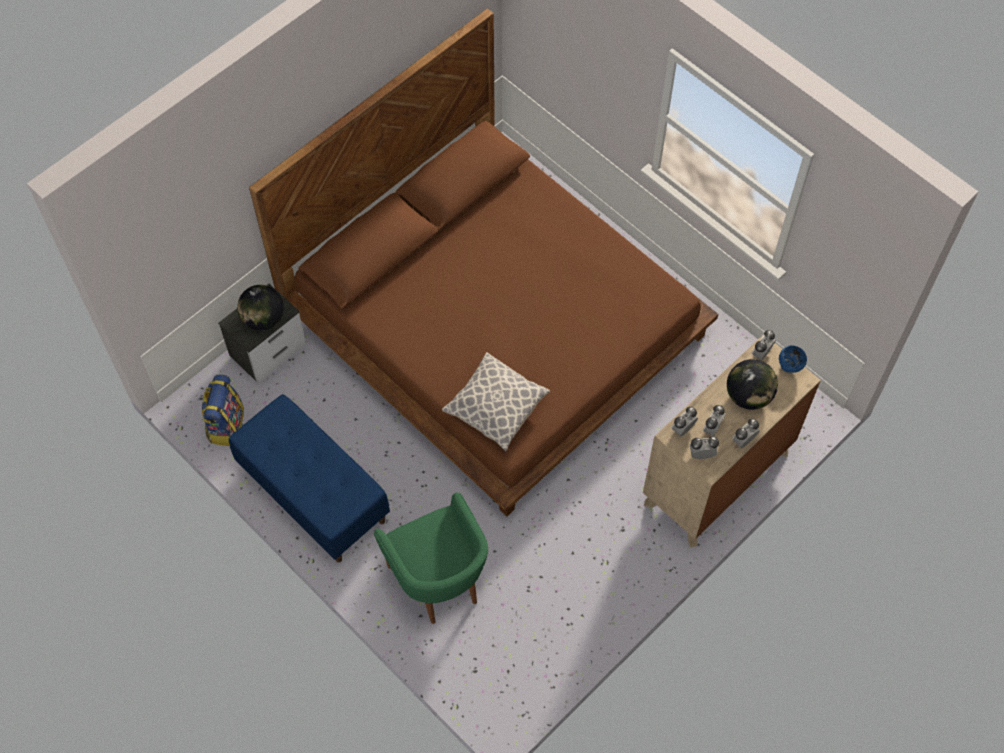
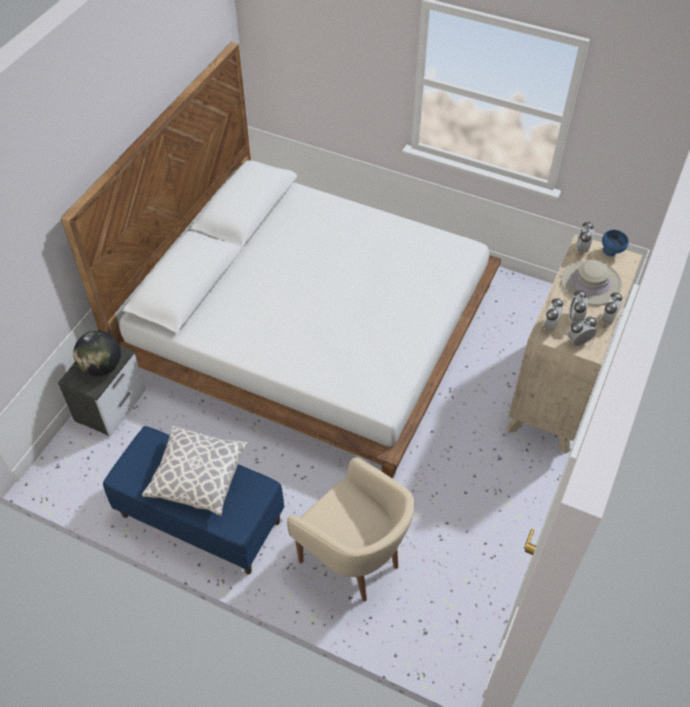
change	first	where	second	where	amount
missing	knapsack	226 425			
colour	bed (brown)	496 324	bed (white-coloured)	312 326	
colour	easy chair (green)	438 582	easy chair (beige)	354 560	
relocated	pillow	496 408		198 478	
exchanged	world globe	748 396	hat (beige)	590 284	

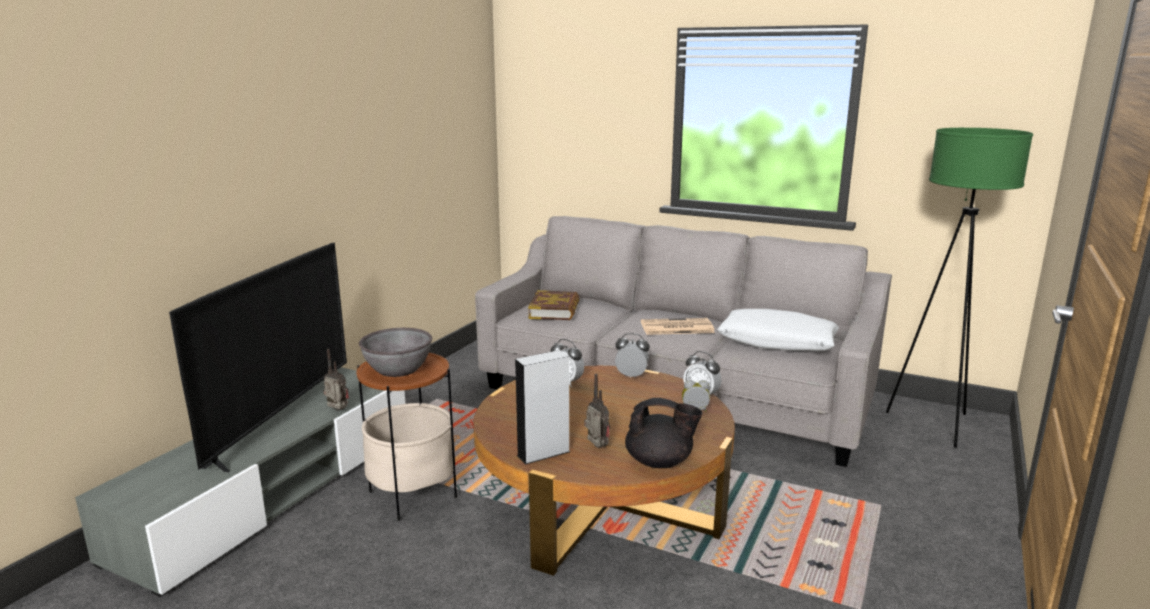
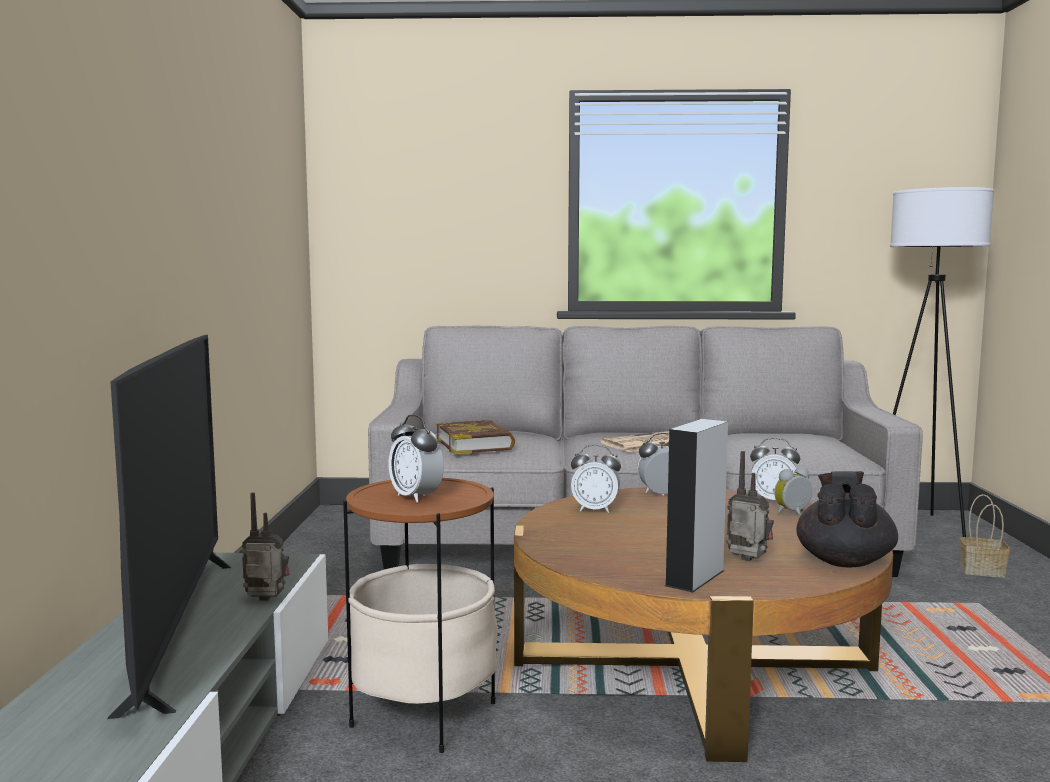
change	first	where	second	where	amount
exchanged	serving bowl (greyish)	398 369	alarm clock	416 497	
spun	teapot (blackish)	660 462		844 561	60 degrees counterclockwise
missing	pillow (white-coloured)	777 342			
colour	standard lamp (green)	935 424	standard lamp (white-coloured)	920 527	
appeared			storage basket	980 571	

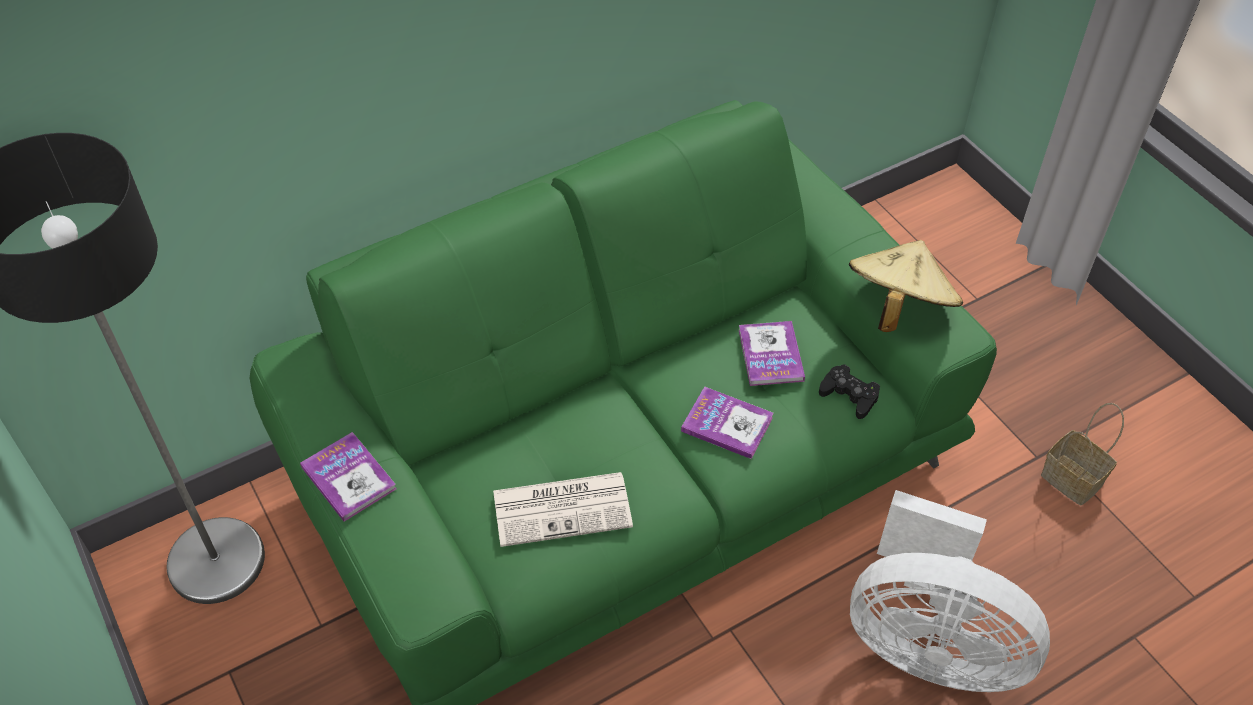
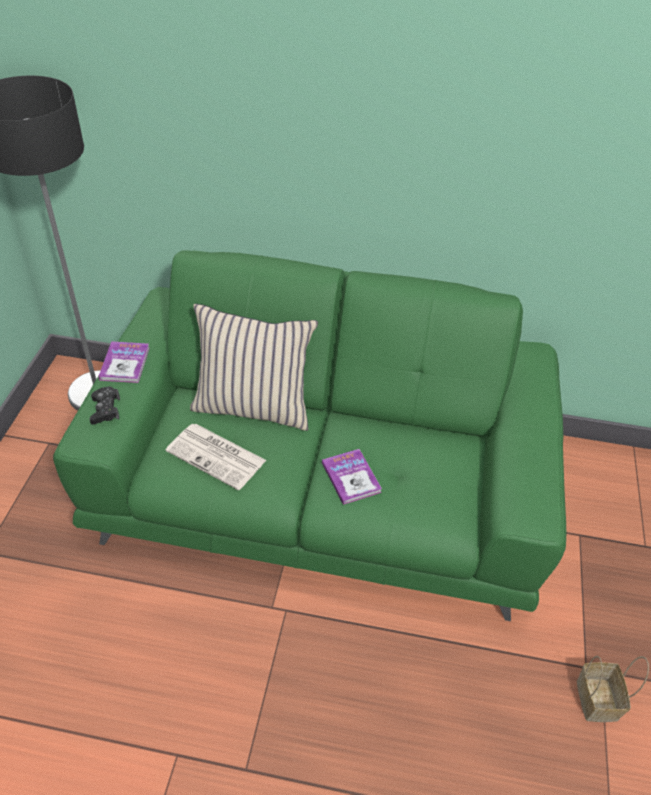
change	first	where	second	where	amount
missing	bound book	770 355			
relocated	game controller (blackish)	849 395		105 409	
missing	hat (beige)	898 307			
missing	cooling fan (white-coloured)	928 644			
appeared			pillow (beige)	253 406	

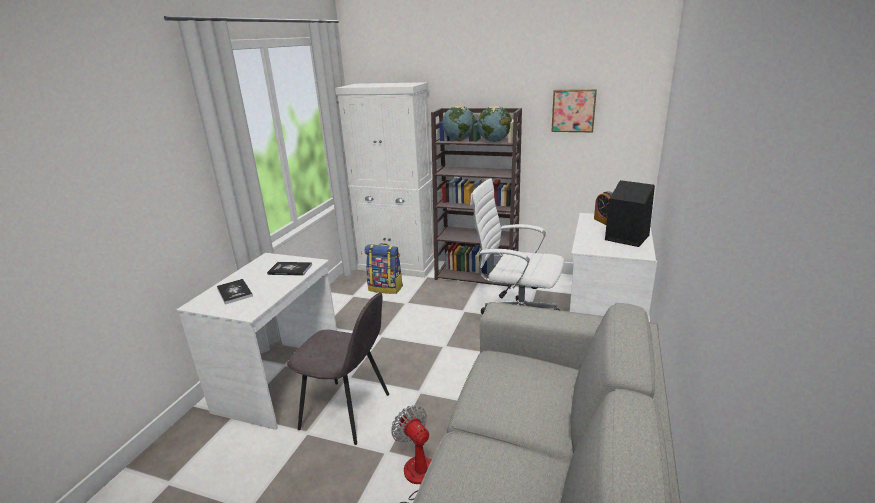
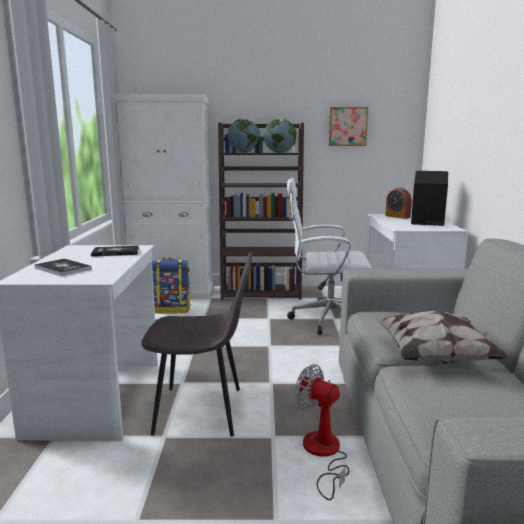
change	first	where	second	where	amount
appeared			pillow	435 357	

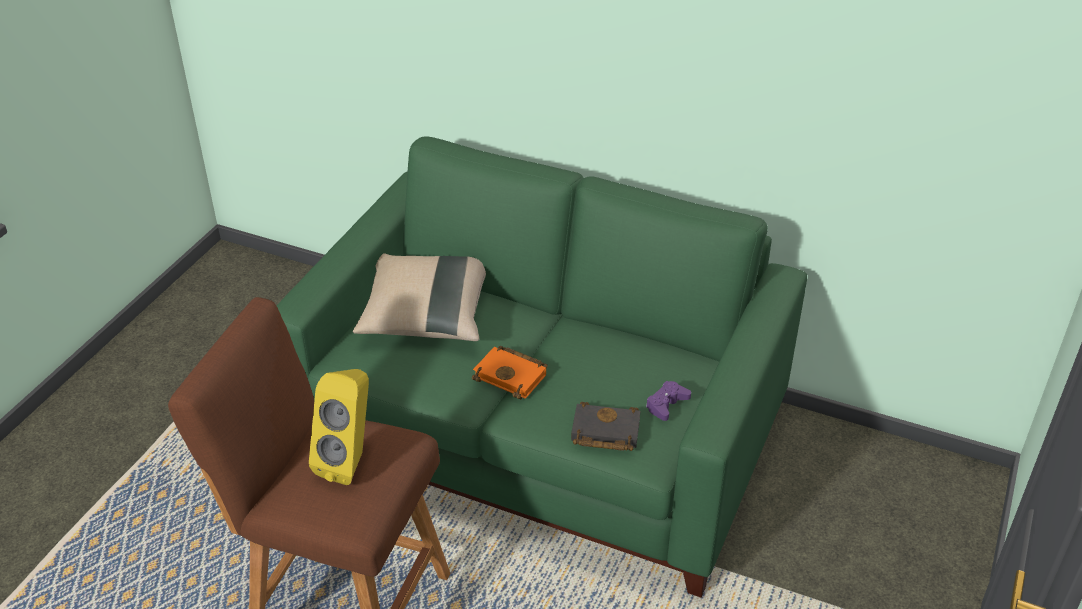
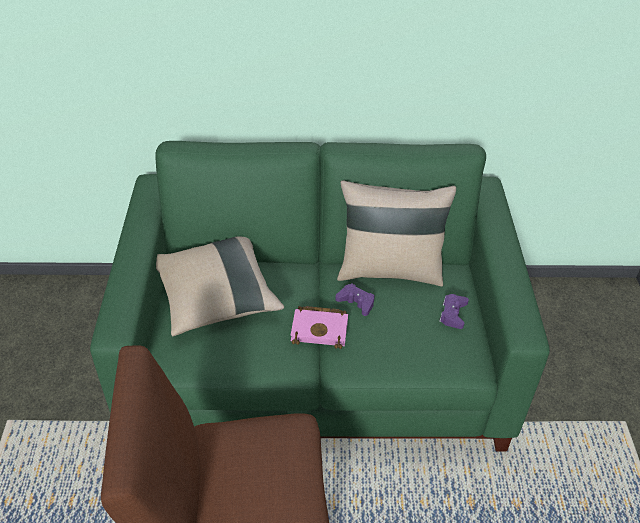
change	first	where	second	where	amount
missing	loudspeaker (yellow-coloured)	350 462			
colour	bound book (orange)	513 376	bound book (pink-coloured)	321 329	
missing	bound book (blackish)	603 433			
appeared			game controller (purple-coloured)	356 302	
appeared			pillow (beige)	390 269	

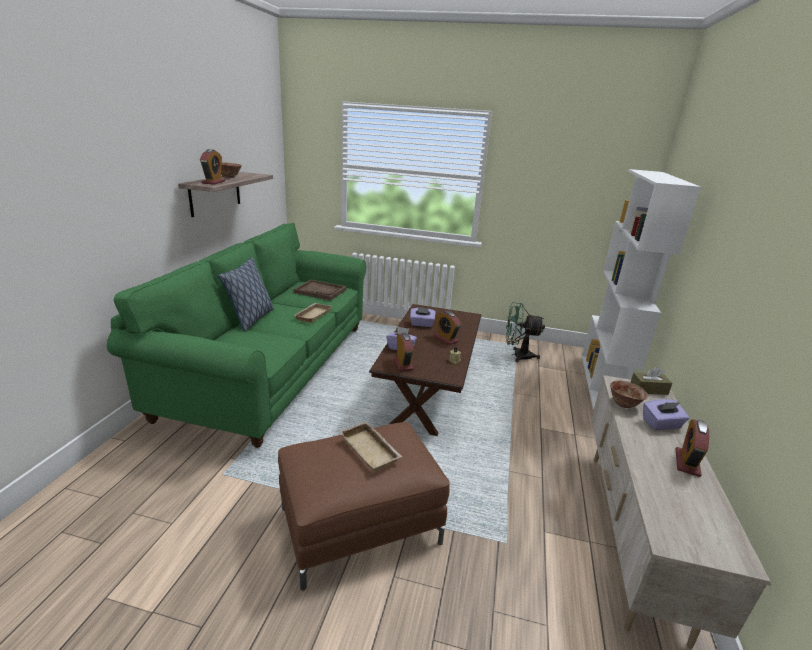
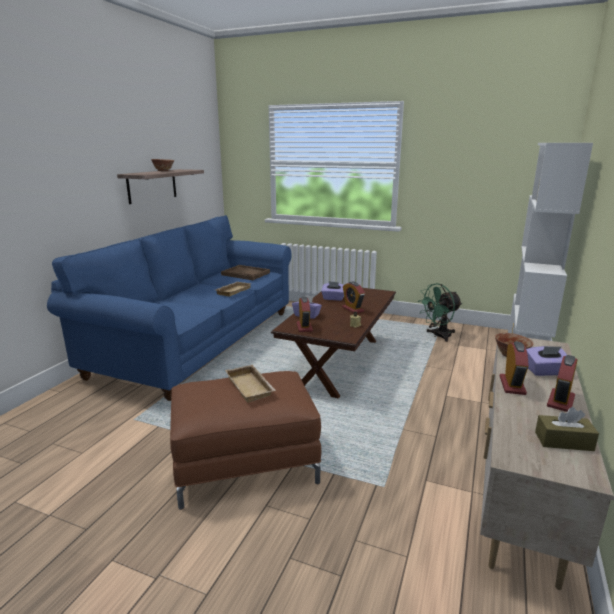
change	first	where	second	where	amount
colour	settee (green)	273 368	settee (blue-coloured)	199 342	
relocated	alarm clock	213 182		512 385	
missing	pillow	251 319			
spun	cooling fan (green)	517 355		438 336	45 degrees counterclockwise
relocated	box of tissues (brown)	648 389		563 441	

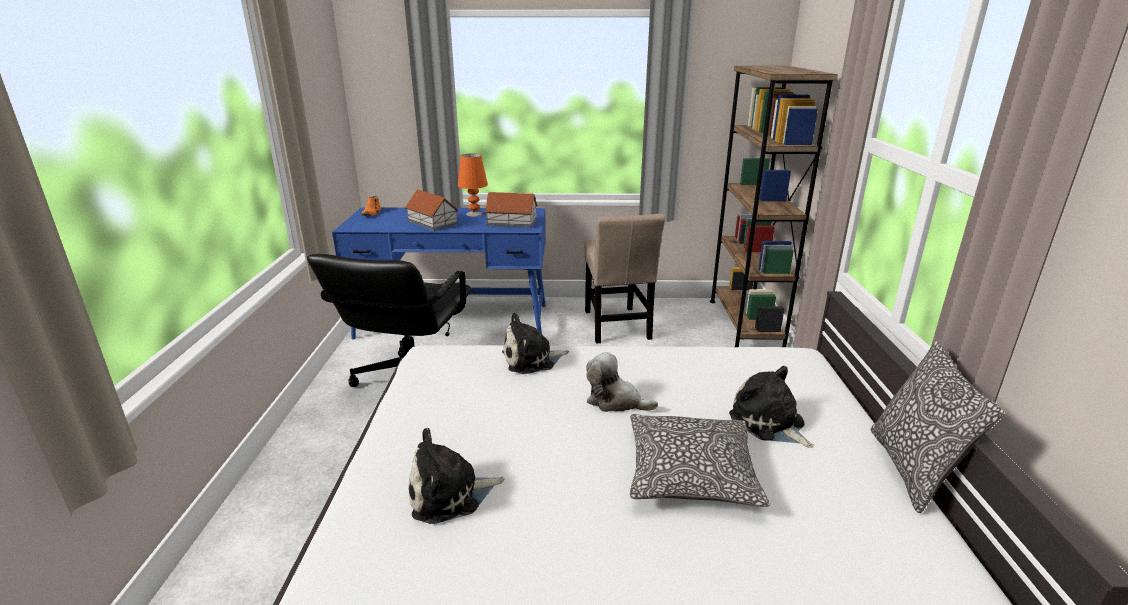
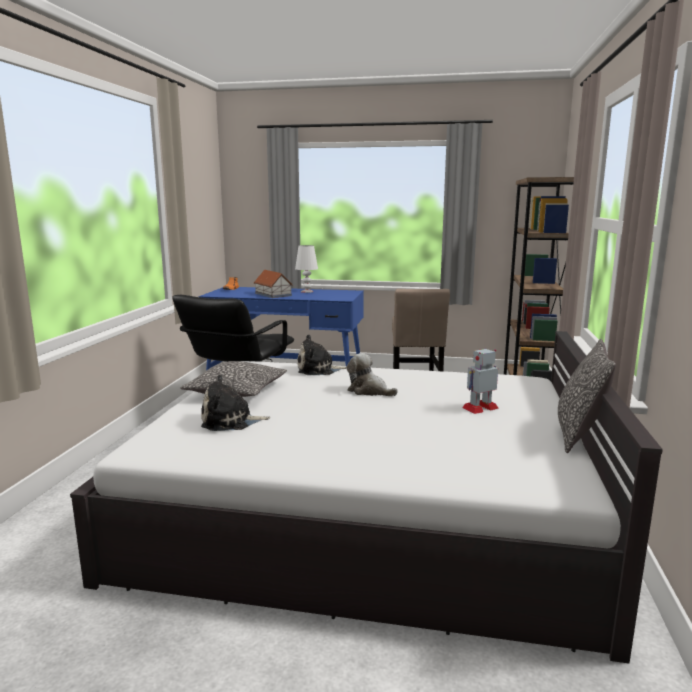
change	first	where	second	where	amount
colour	lamp for a table (orange)	474 214	lamp for a table (white-coloured)	307 291	
missing	miniature house	512 223			
relocated	pillow	690 473		236 391	
exchanged	cuddly toy	769 423	model robot	480 408	

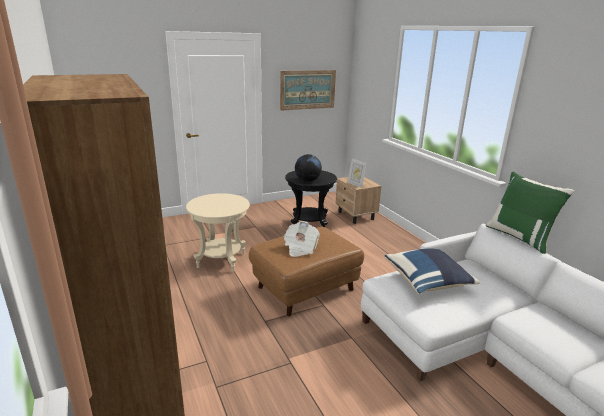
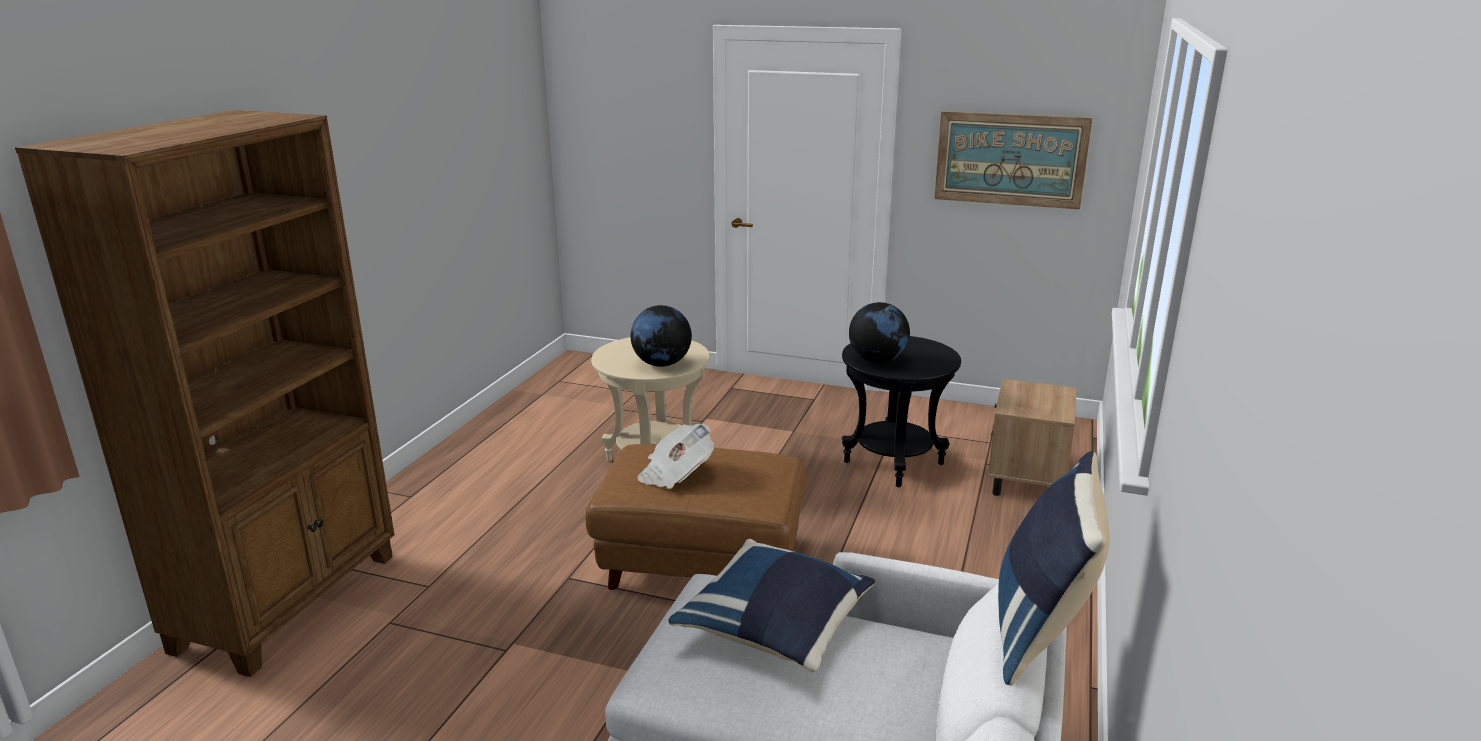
change	first	where	second	where	amount
missing	photo frame	355 184			
colour	pillow (green)	520 237	pillow (blue-coloured)	1042 631	
appeared			world globe	662 364	

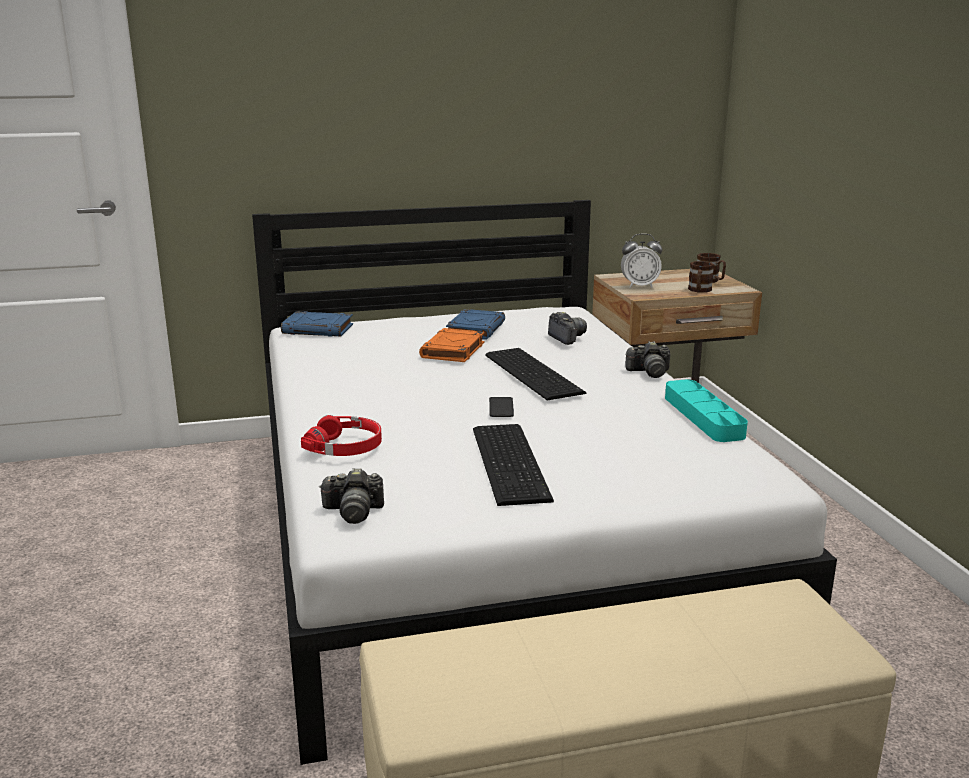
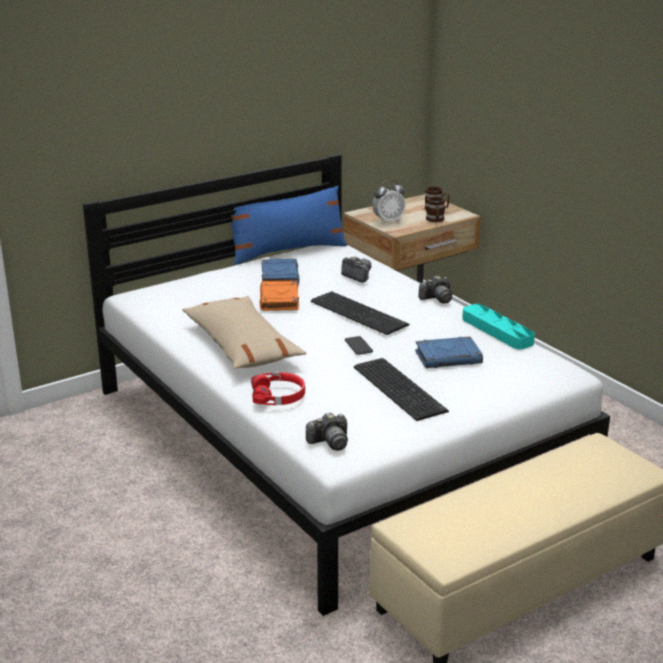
change	first	where	second	where	amount
relocated	bound book (blue-coloured)	318 329		449 357	
appeared			pillow (beige)	242 346	
appeared			pillow (blue-coloured)	288 251	

